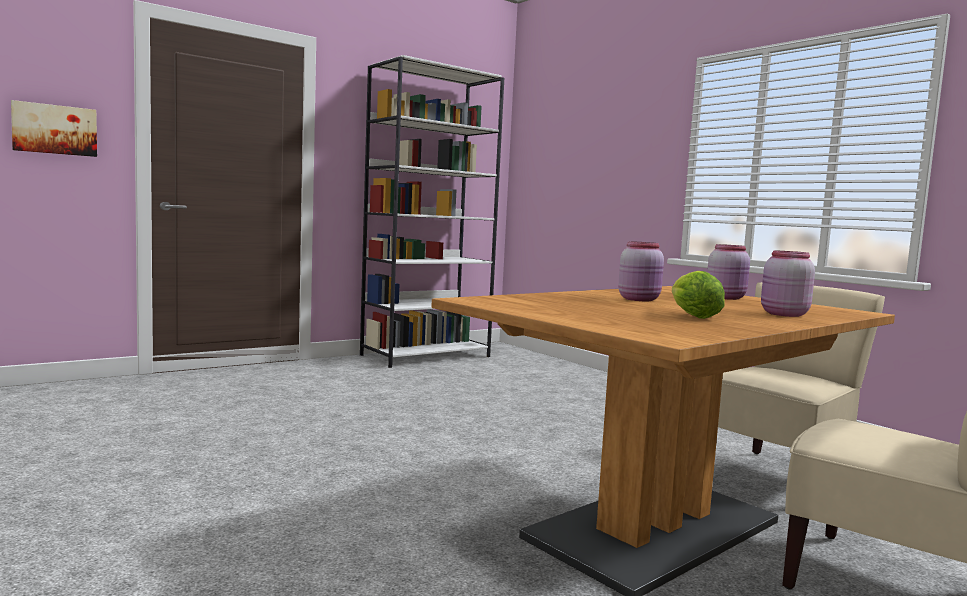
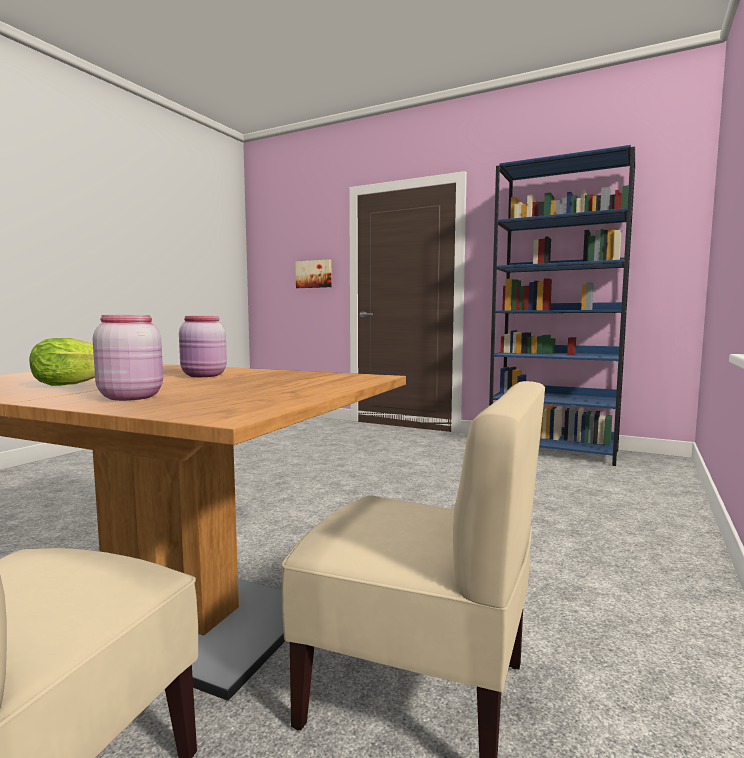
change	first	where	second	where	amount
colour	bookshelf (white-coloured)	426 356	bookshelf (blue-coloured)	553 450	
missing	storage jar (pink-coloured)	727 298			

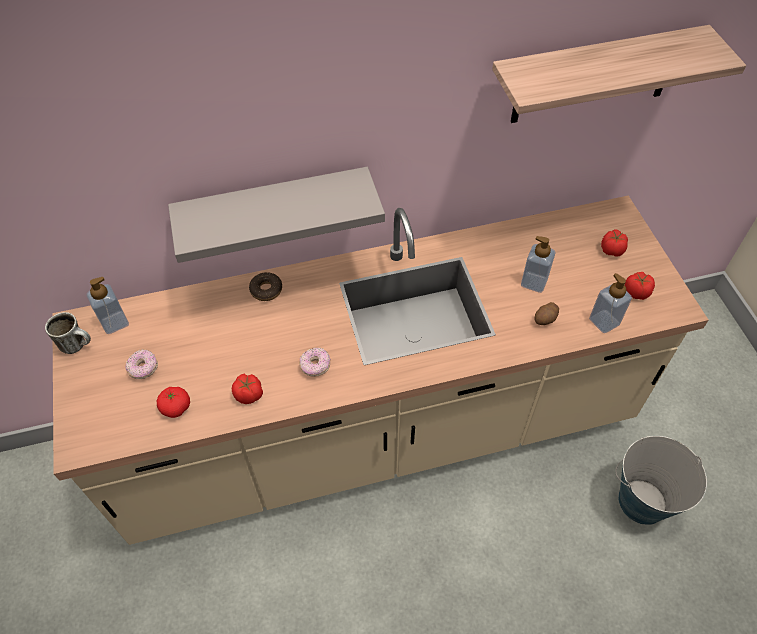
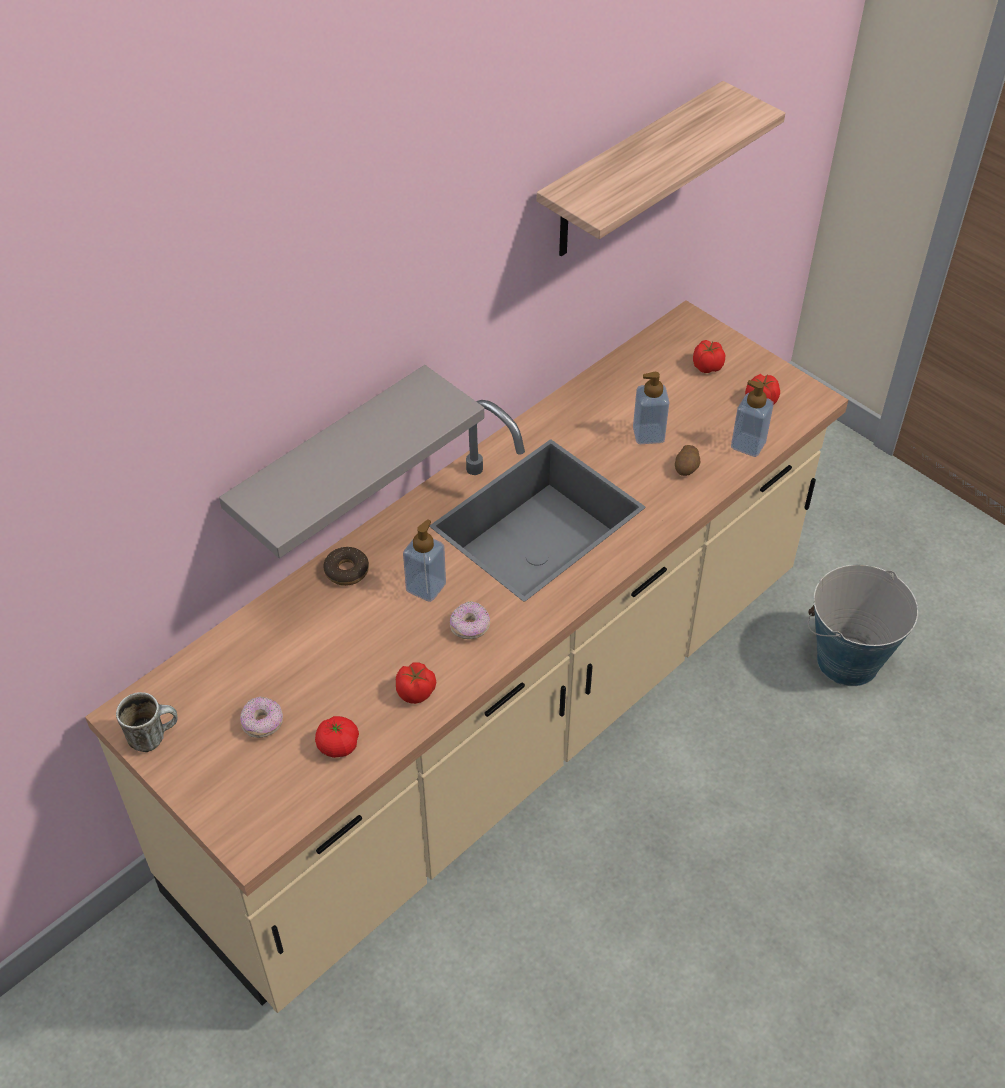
change	first	where	second	where	amount
relocated	soap dispenser	115 322		426 587	

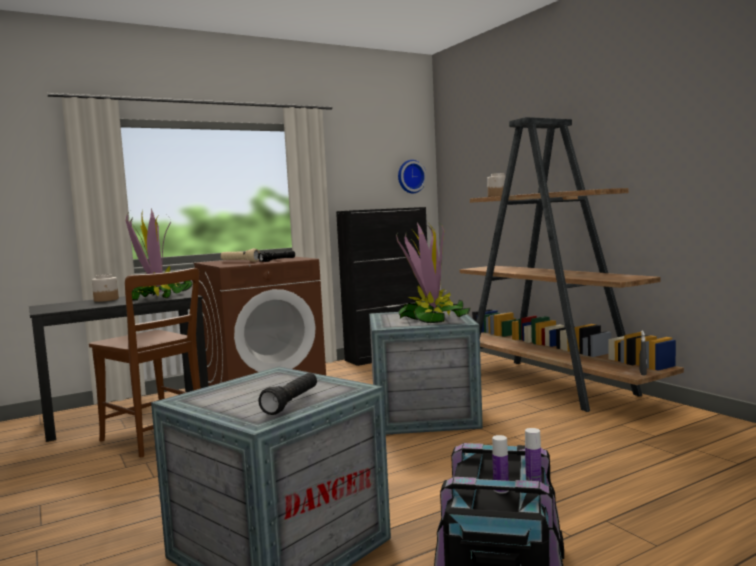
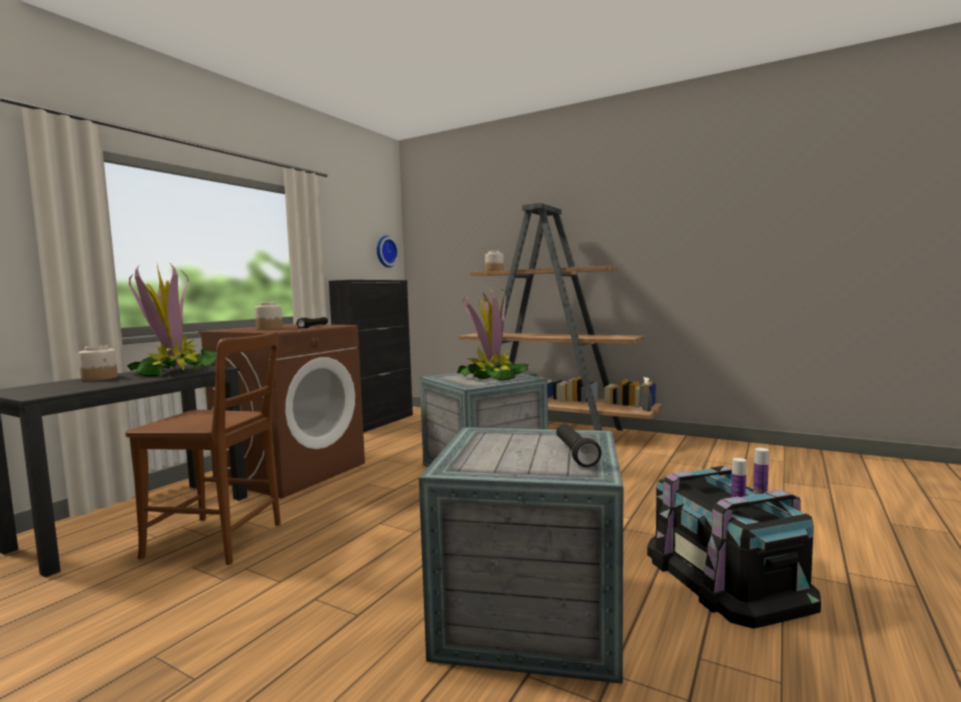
change	first	where	second	where	amount
exchanged	hand torch (beige)	239 262	storage jar	269 329	

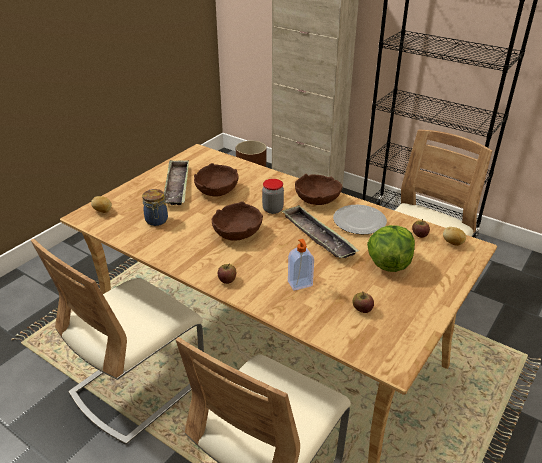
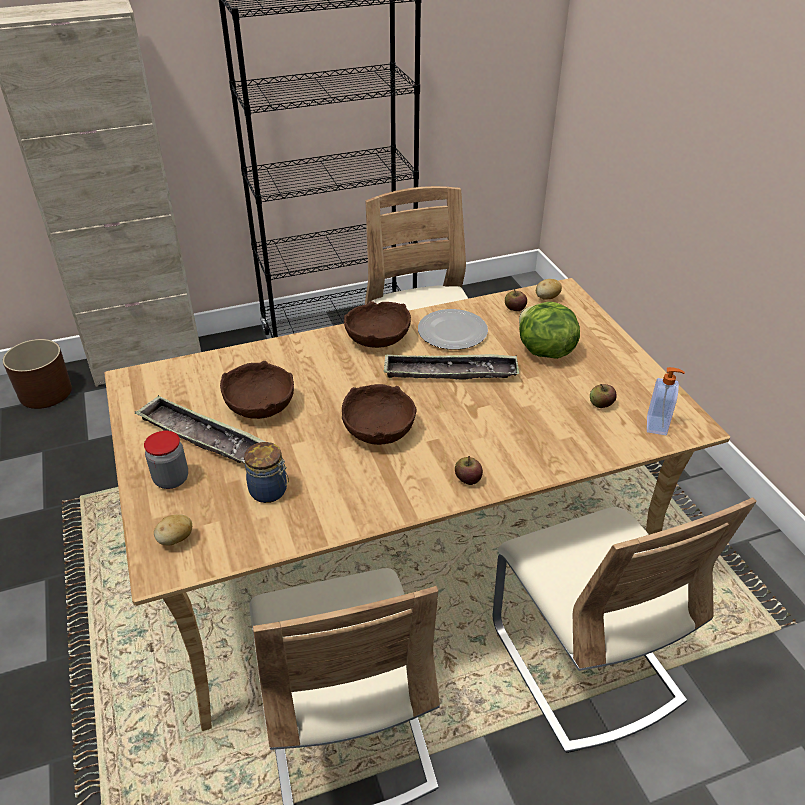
change	first	where	second	where	amount
relocated	storage jar	273 209		171 479	
relocated	soap dispenser	300 284		657 425	

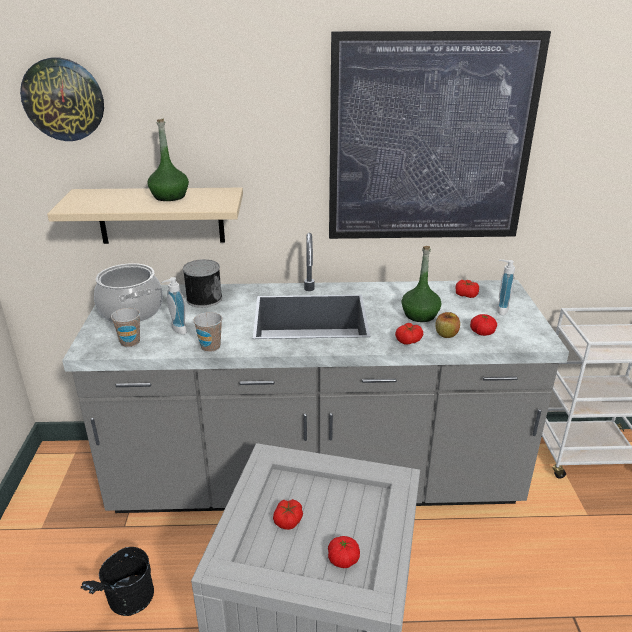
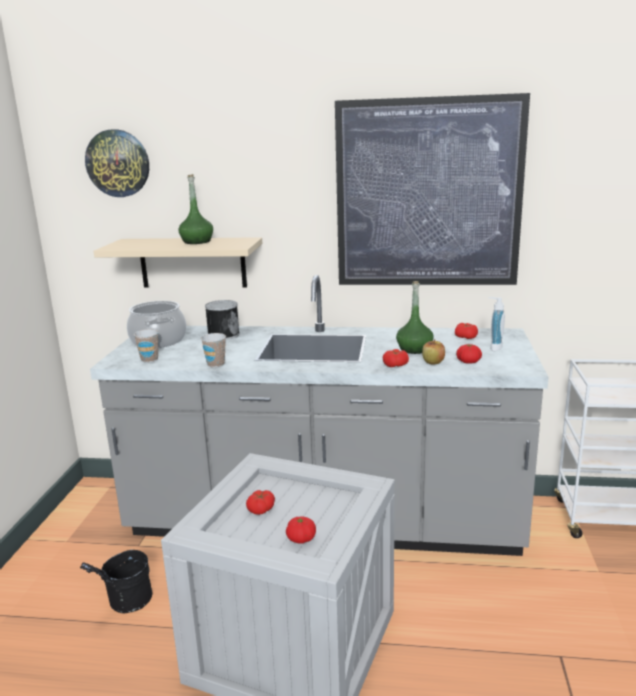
change	first	where	second	where	amount
missing	soap dispenser	176 330			

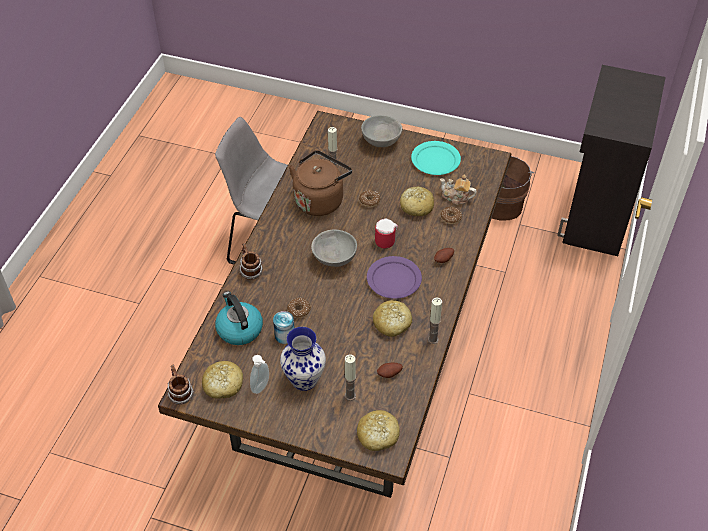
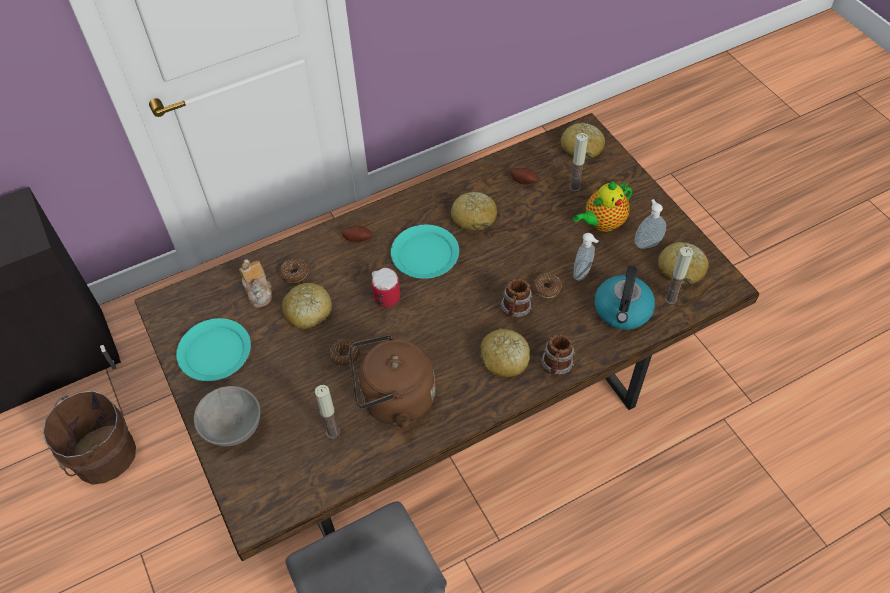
change	first	where	second	where	amount
relocated	coffee mug	180 394		515 310	
exchanged	metal can	284 335	soap dispenser	583 274	
exchanged	vase	304 380	teapot	602 223	
missing	serving bowl (greyish)	334 259			
colour	flat dish (purple-coloured)	394 279	flat dish (turquoise-coloured)	424 254	
relocated	wax candle	433 339		671 299	
appeared			baked bread	504 358	

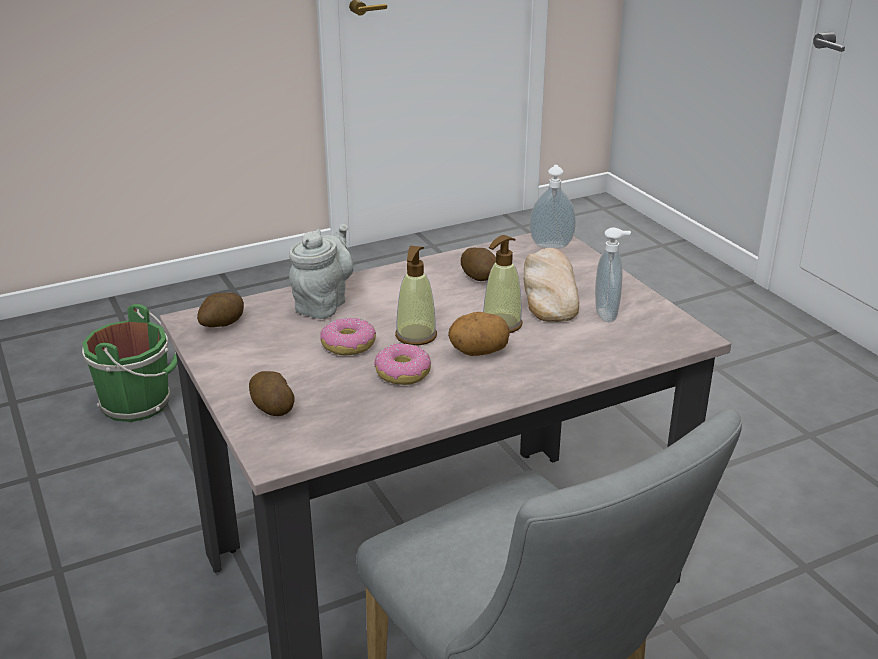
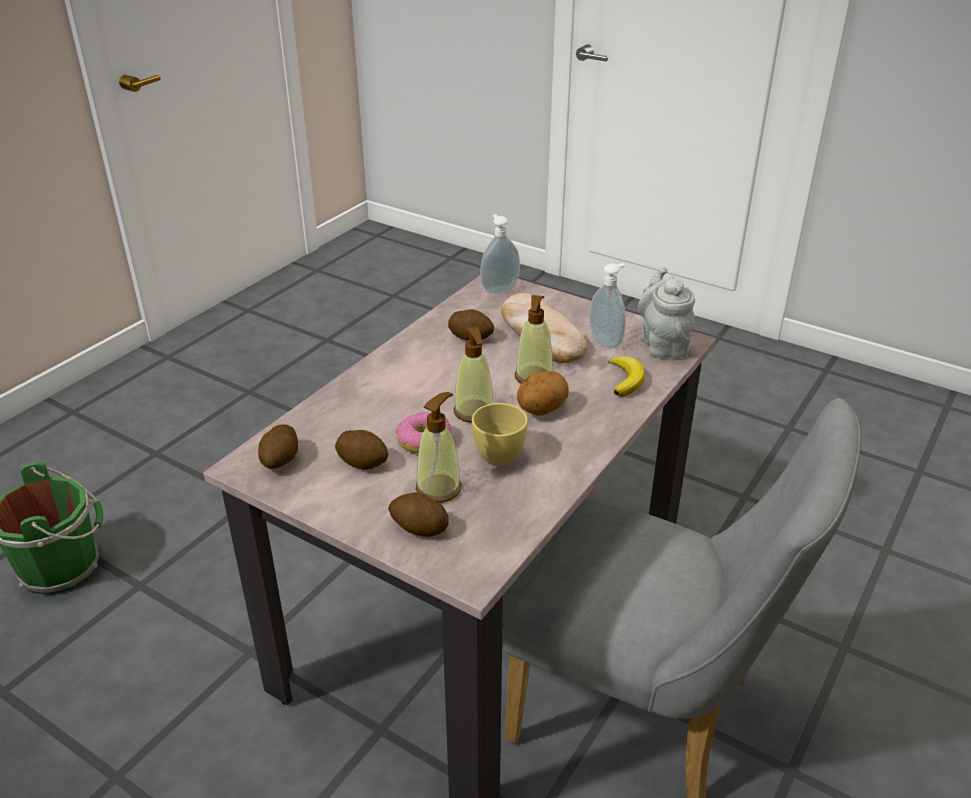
change	first	where	second	where	amount
relocated	teapot (greyish)	323 304		663 344	
exchanged	doughnut	402 373	drinking cup (yellow-coloured)	499 451	
appeared			whole potato	363 462	
appeared			soap dispenser	439 488	
appeared			whole banana	626 379	

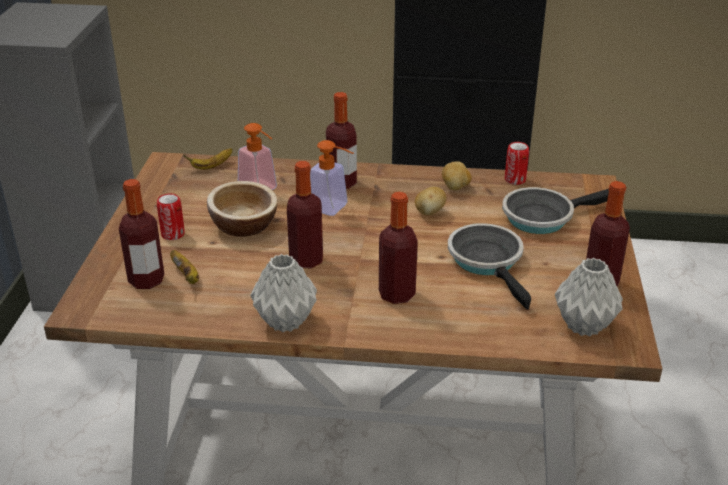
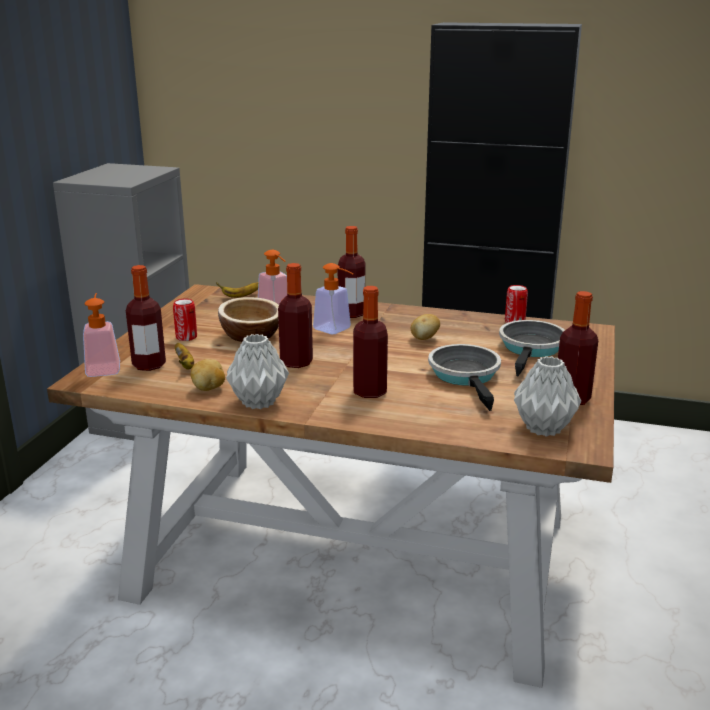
change	first	where	second	where	amount
relocated	whole potato	455 187		209 388	
spun	pan	542 217		531 349	120 degrees clockwise
appeared			soap dispenser	103 367	

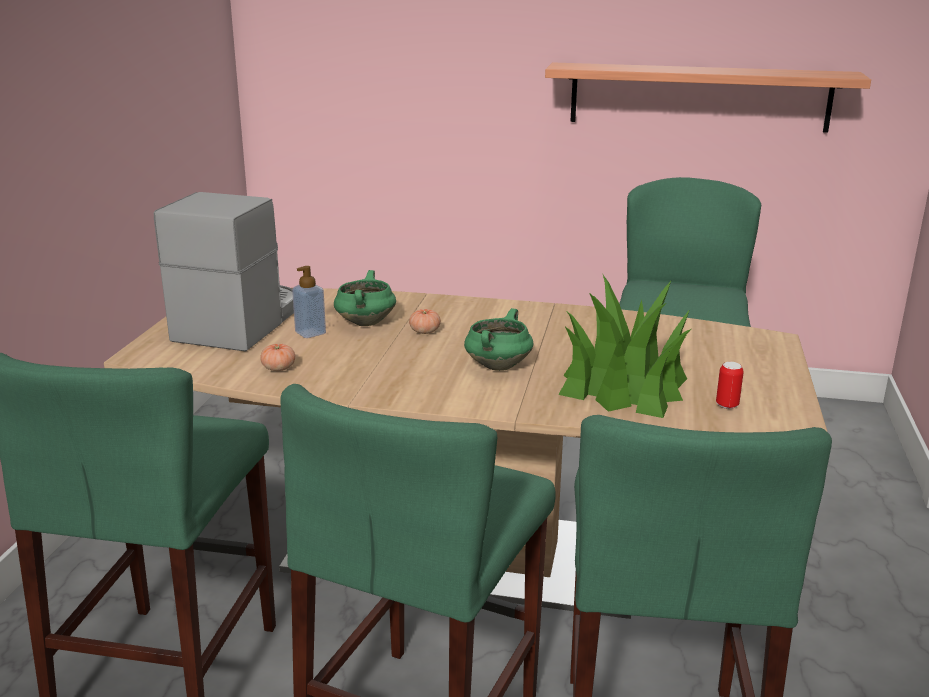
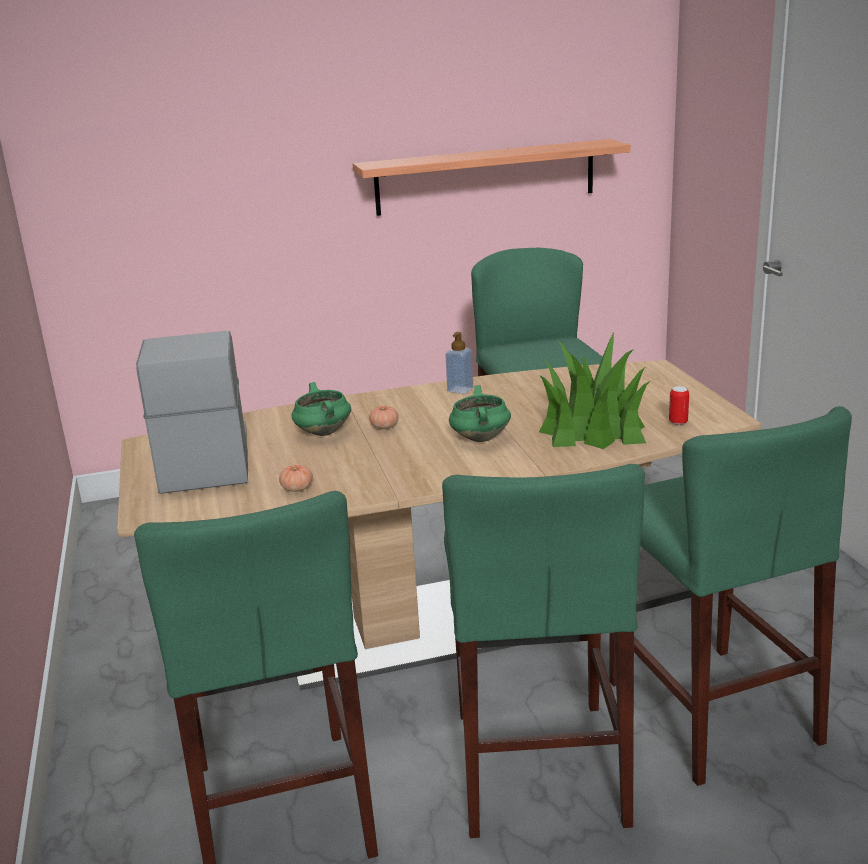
change	first	where	second	where	amount
relocated	soap dispenser	310 333		460 390	

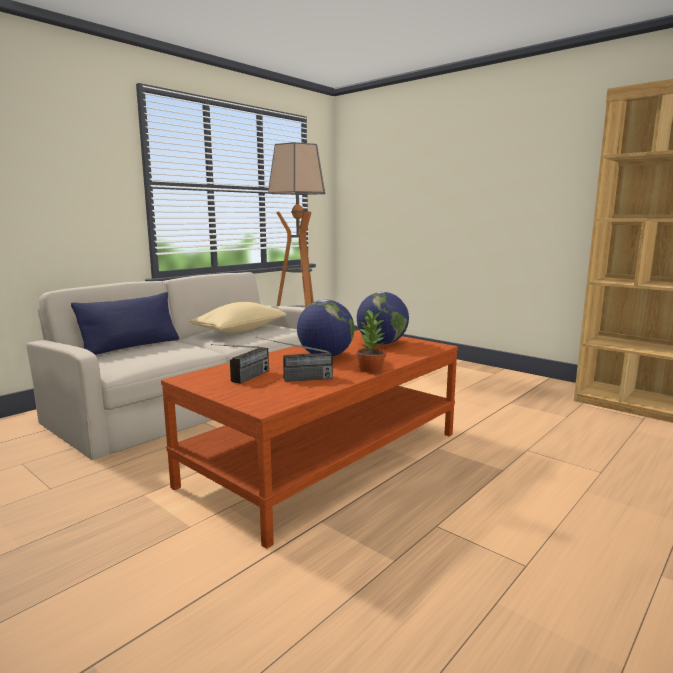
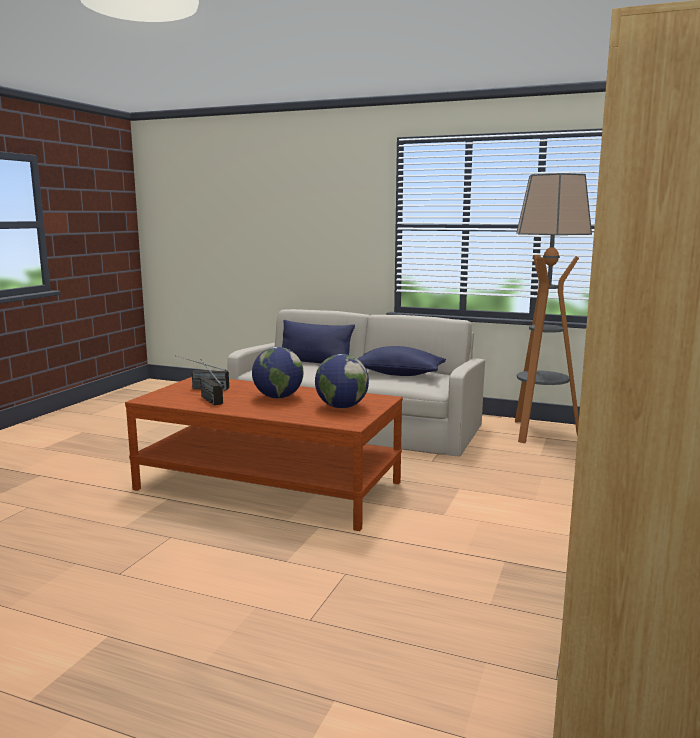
change	first	where	second	where	amount
colour	pillow (beige)	240 330	pillow (blue-coloured)	398 374	
missing	potted plant	370 369			

